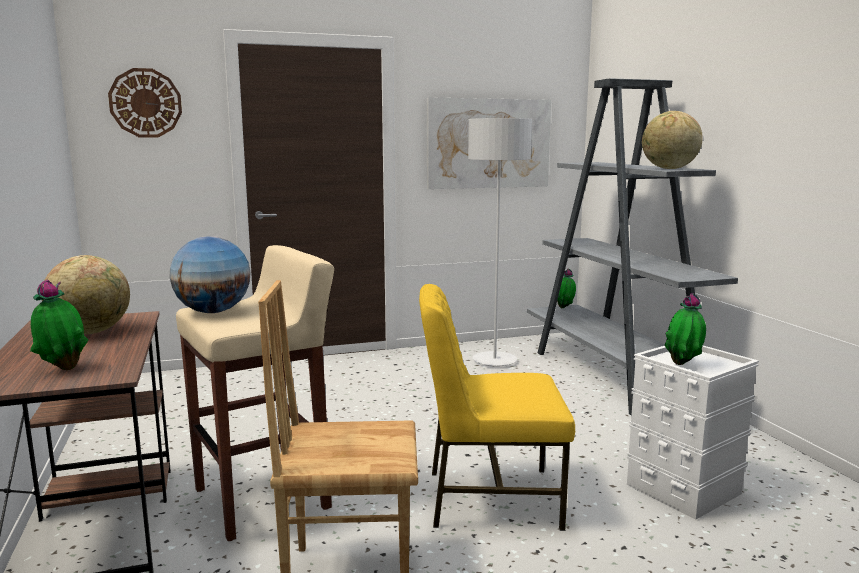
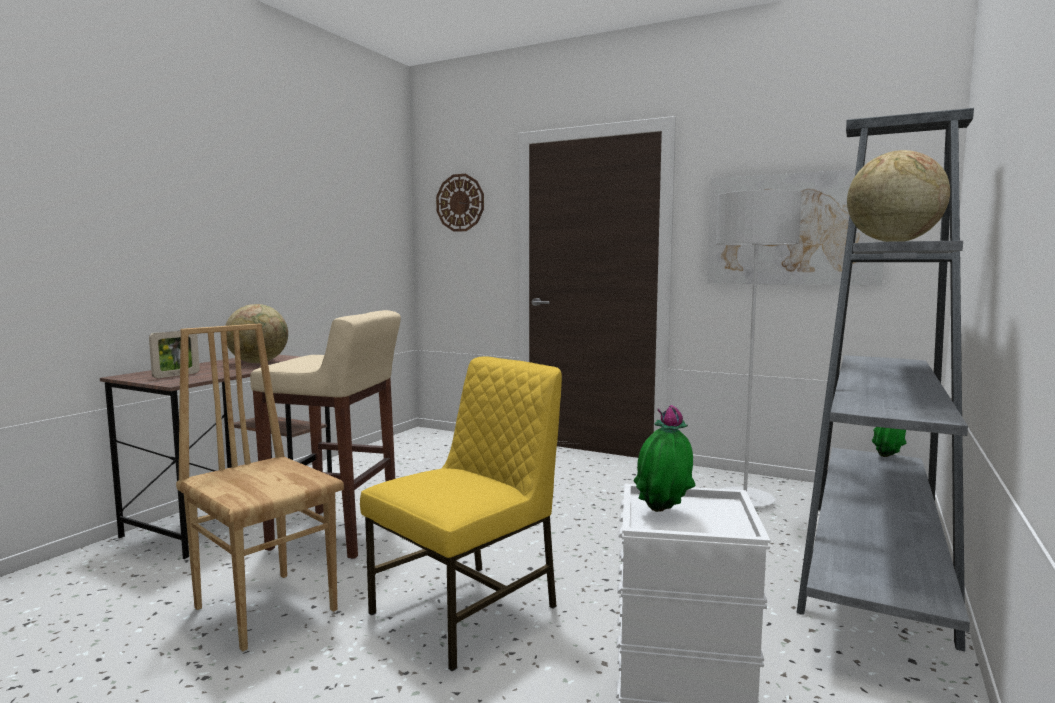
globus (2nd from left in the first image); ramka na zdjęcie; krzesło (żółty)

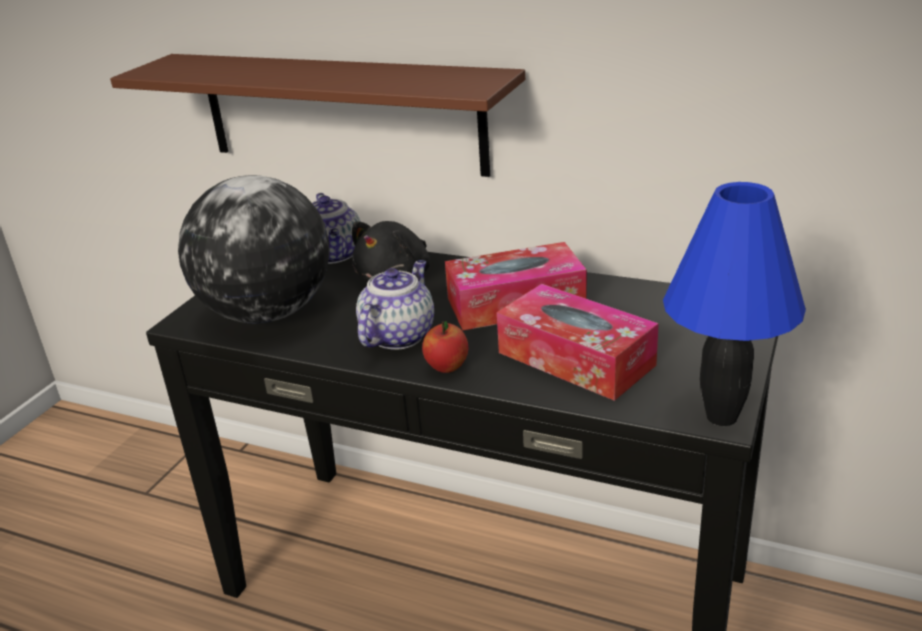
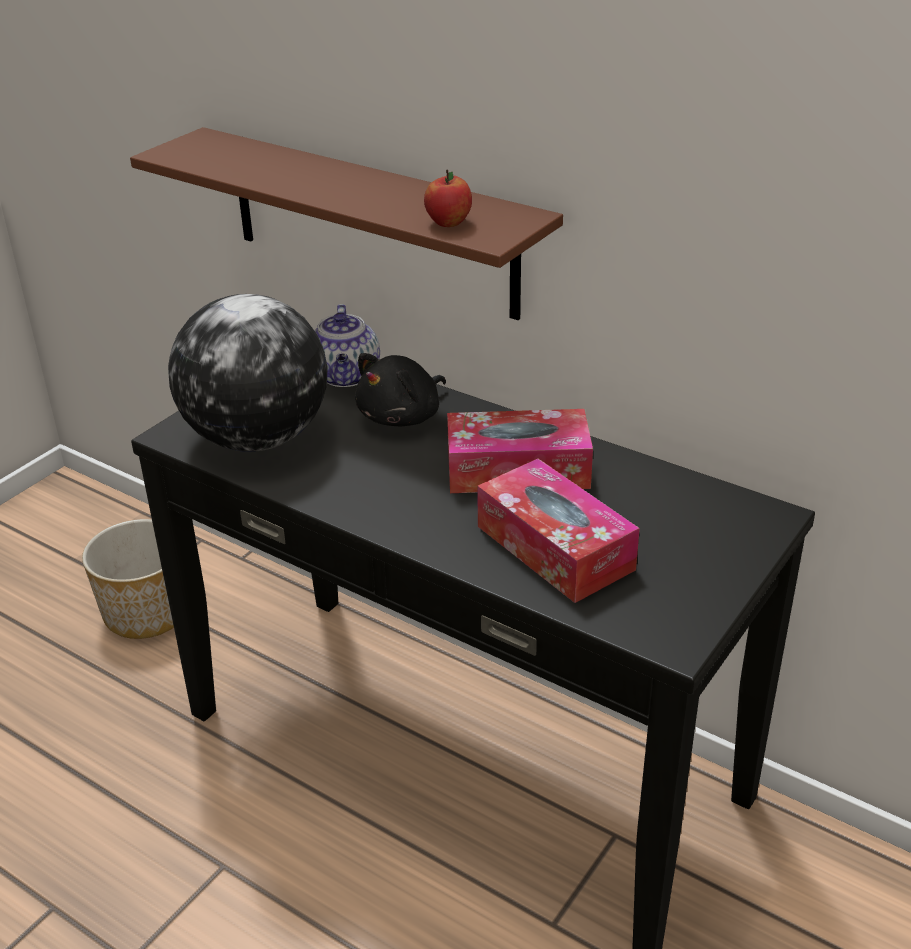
lampa stołowa (niebieski); imbryk (2nd from left in the first image); jabłko; donica

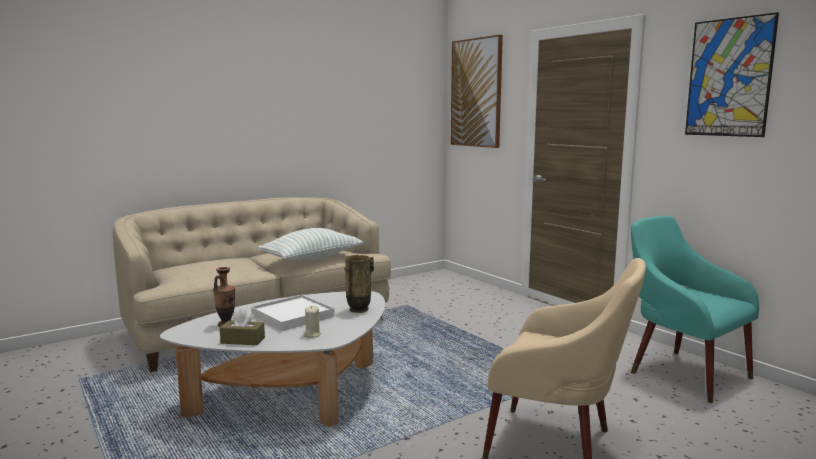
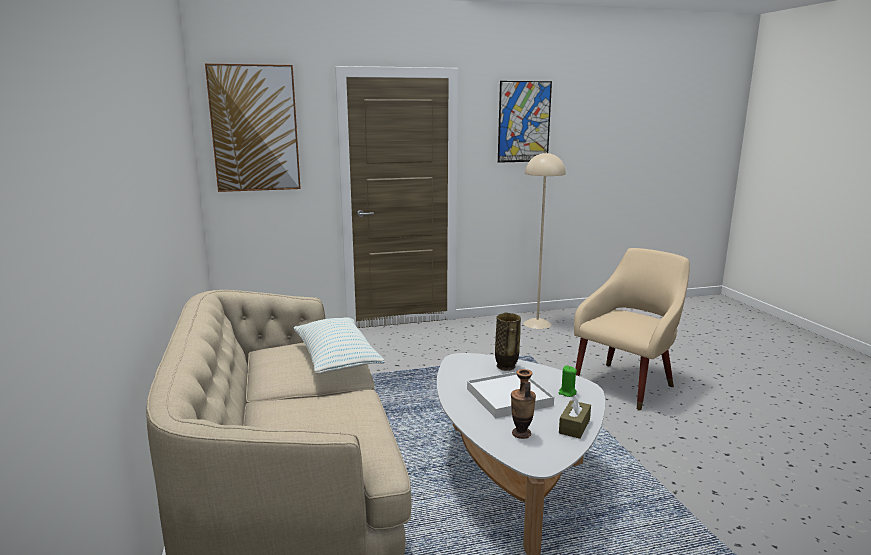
lampa stojąca (beżowy); świeca (zielony)

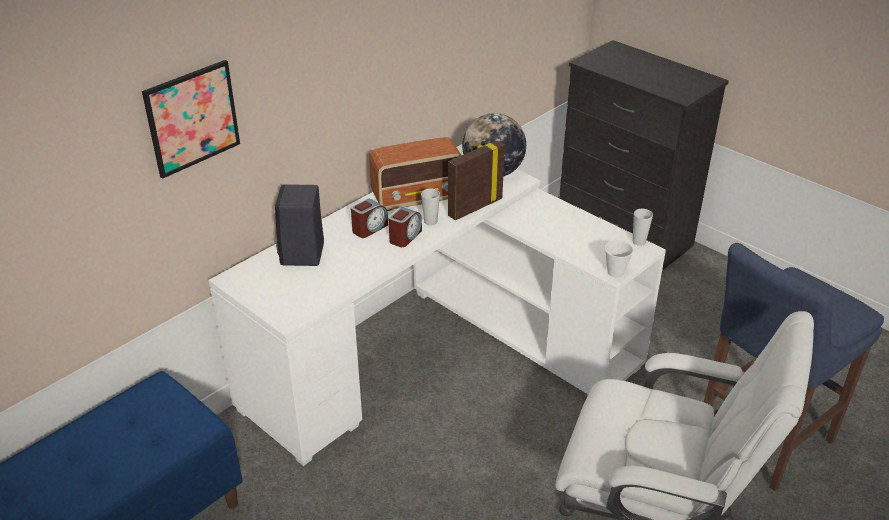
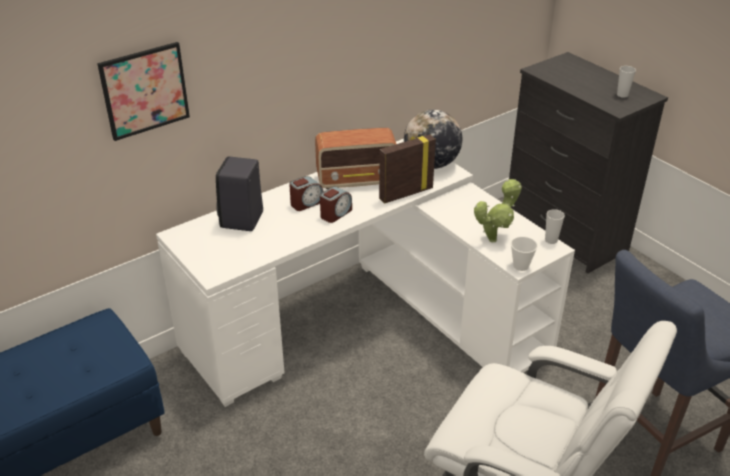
filiżanka (3rd from left); roślina doniczkowa

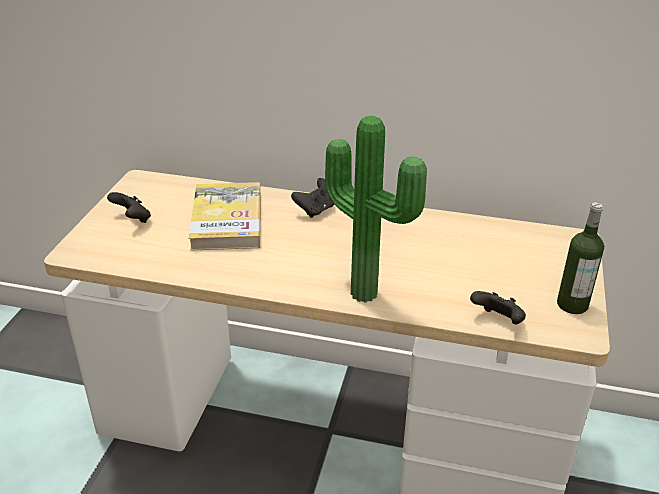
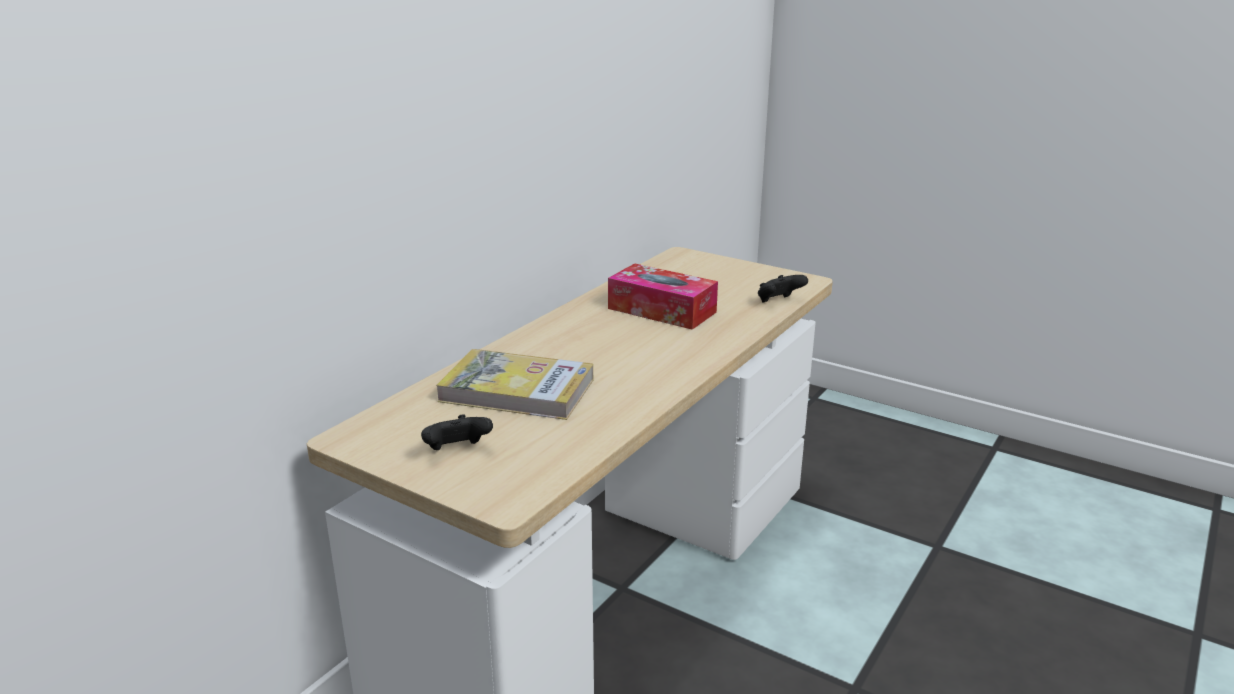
roślina doniczkowa; pad do gier (czarny) (2nd from left in the first image); butelka; pudełko chusteczek

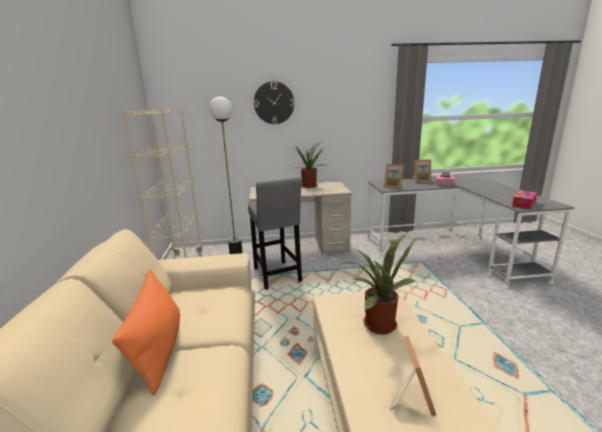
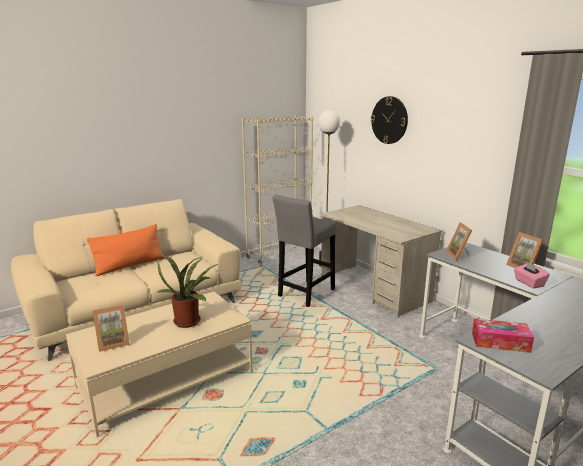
roślina doniczkowa (1st from left in the first image)

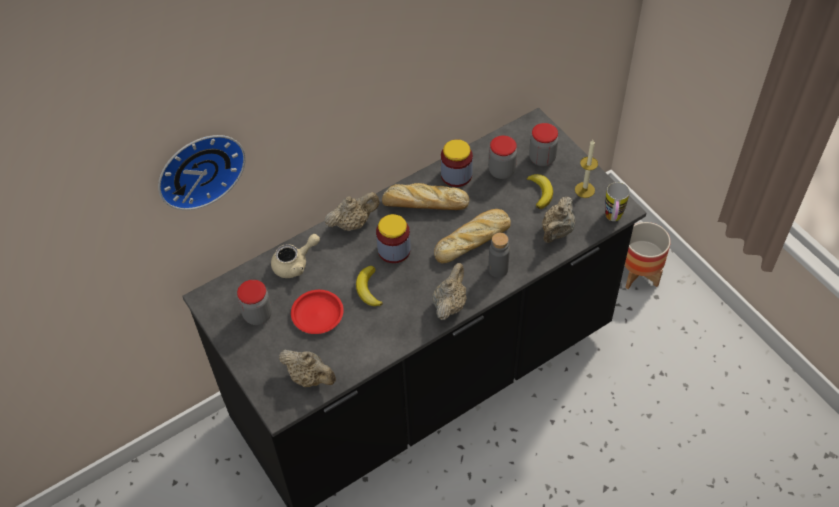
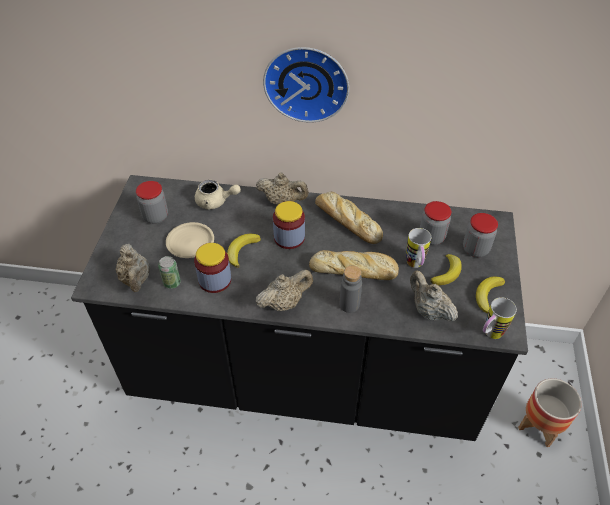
zegar ścienny; słoik (2nd from left); banan (3rd from left); imbryk (beżowy) (5th from left); talerz (beżowy); kubek (1st from left); puszka

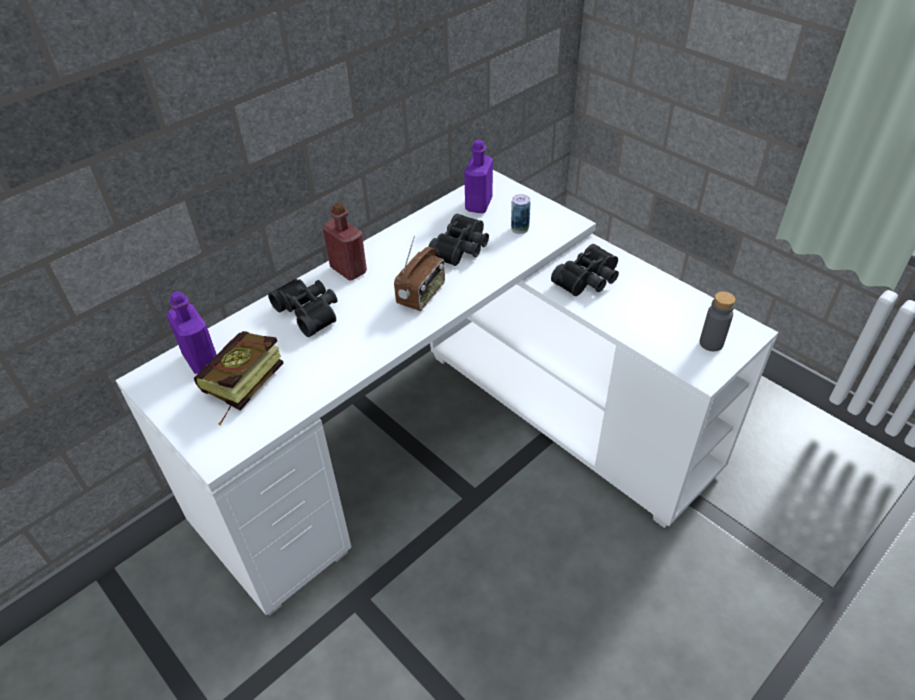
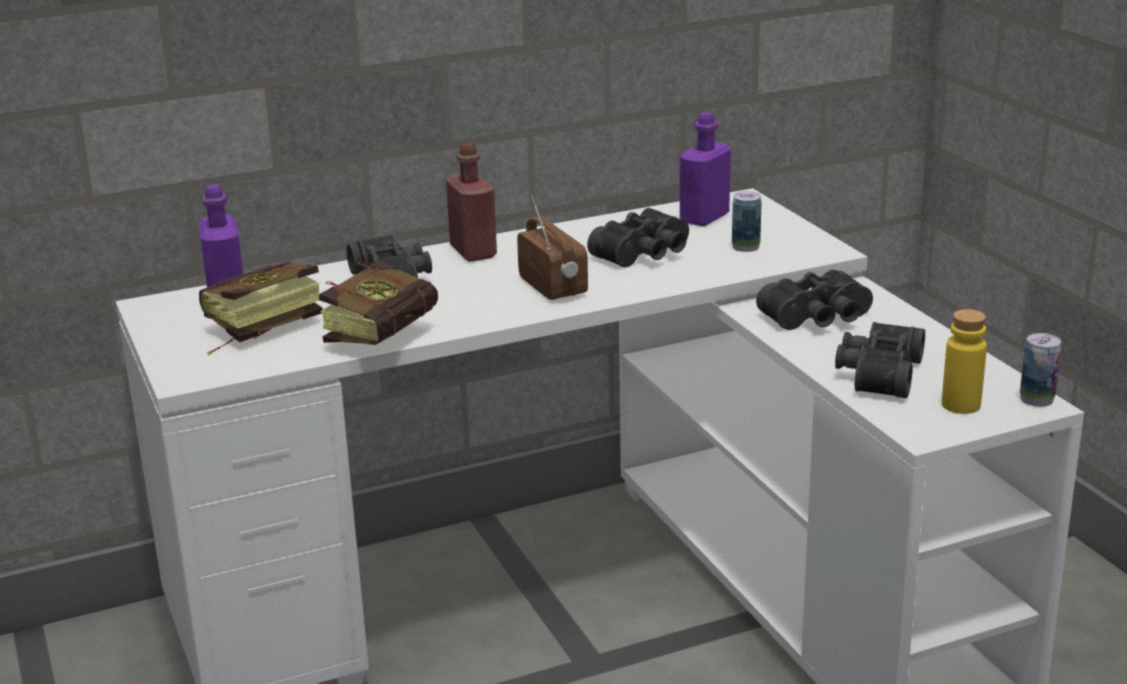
radio; butelka (żółty); książka (2nd from left); lornetka (czarny) (4th from left); puszka (2nd from left)

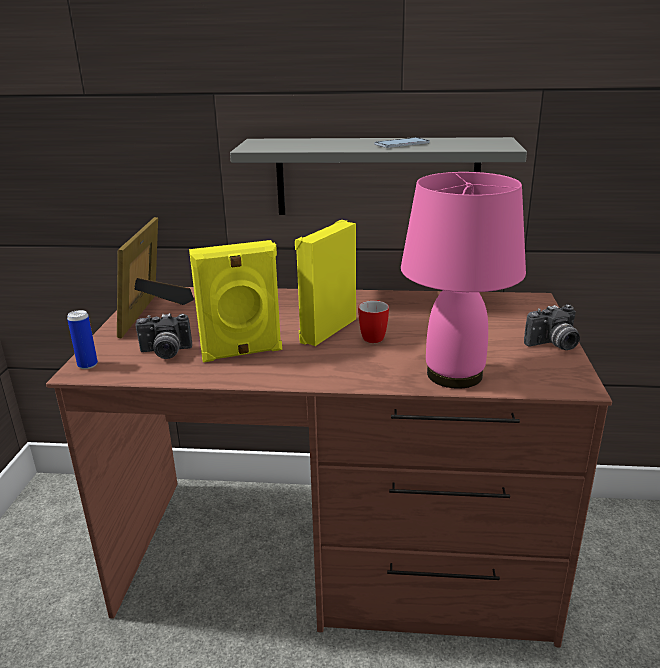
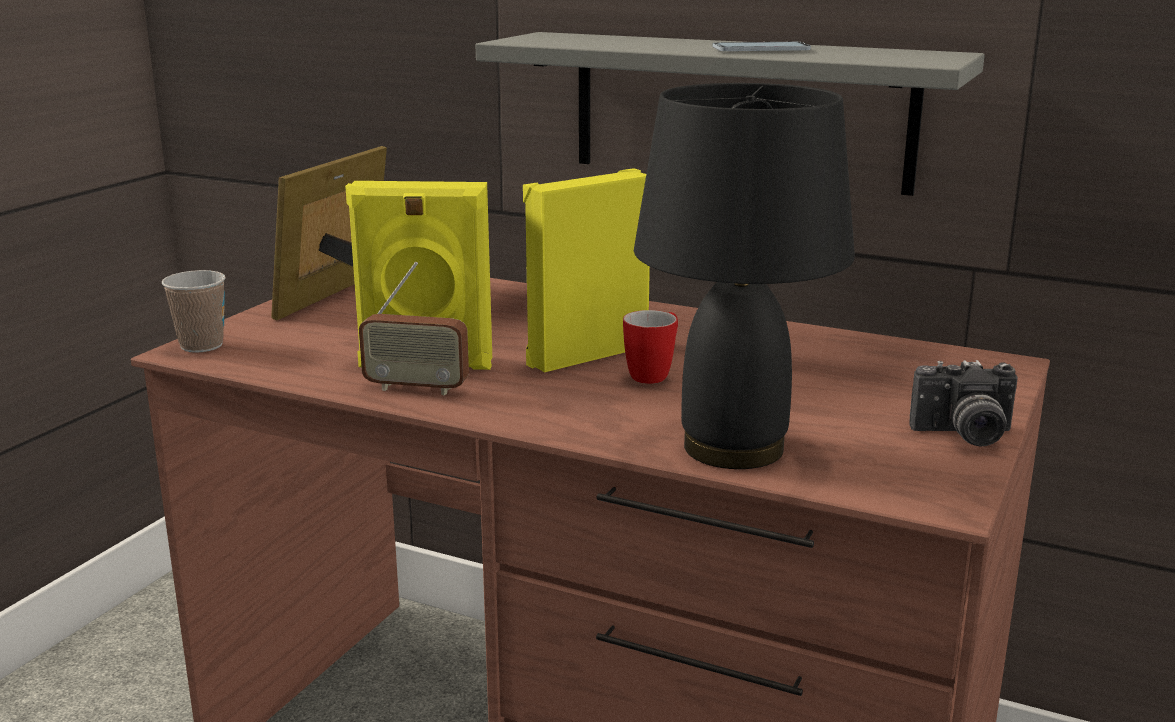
lampa stołowa (czarny); filiżanka; aparat fotograficzny (1st from left in the first image); radio

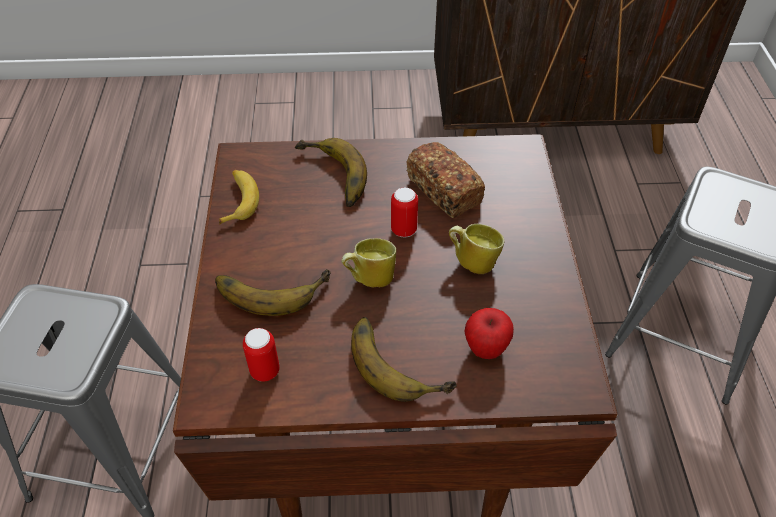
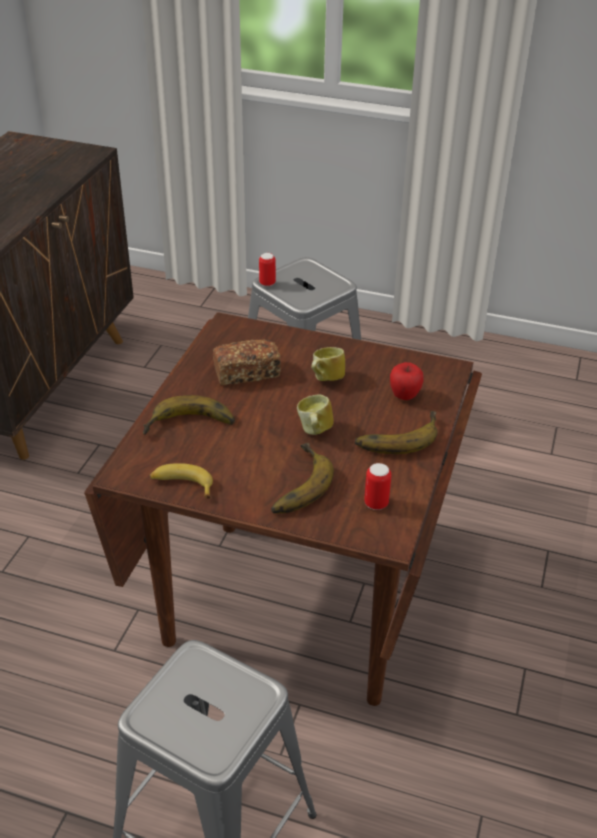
puszka (1st from left)

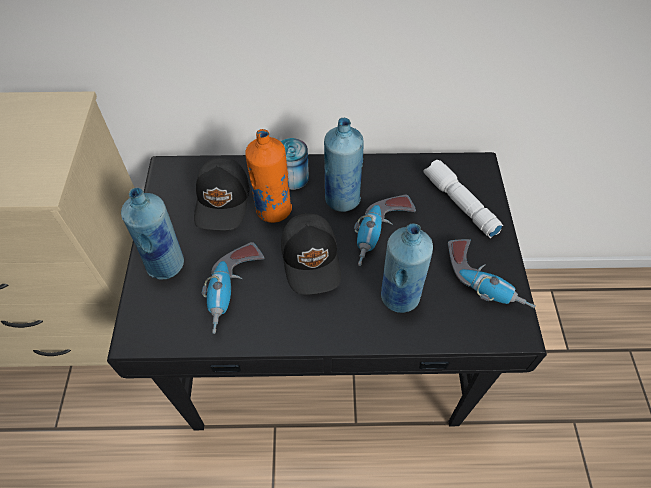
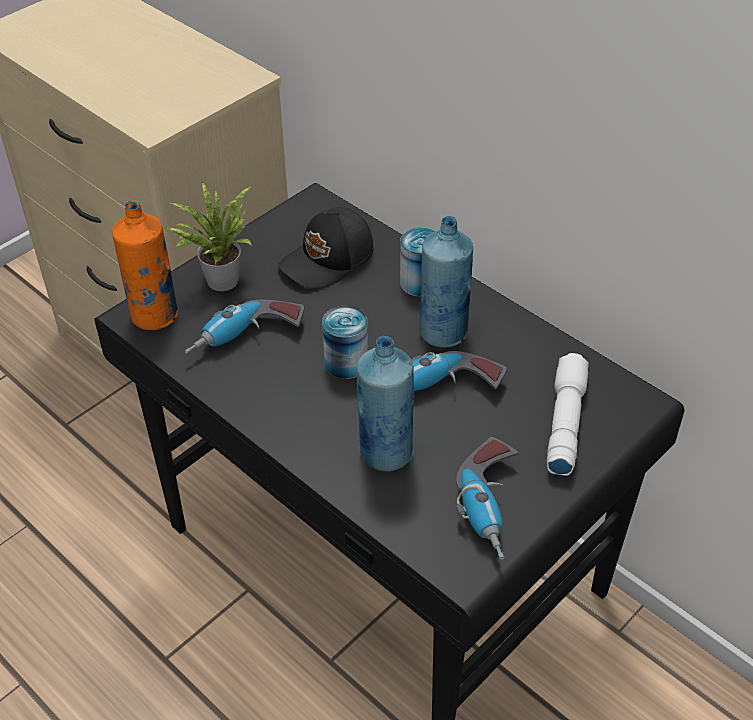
butelka (pomarańczowy); roślina doniczkowa; puszka (1st from left)

